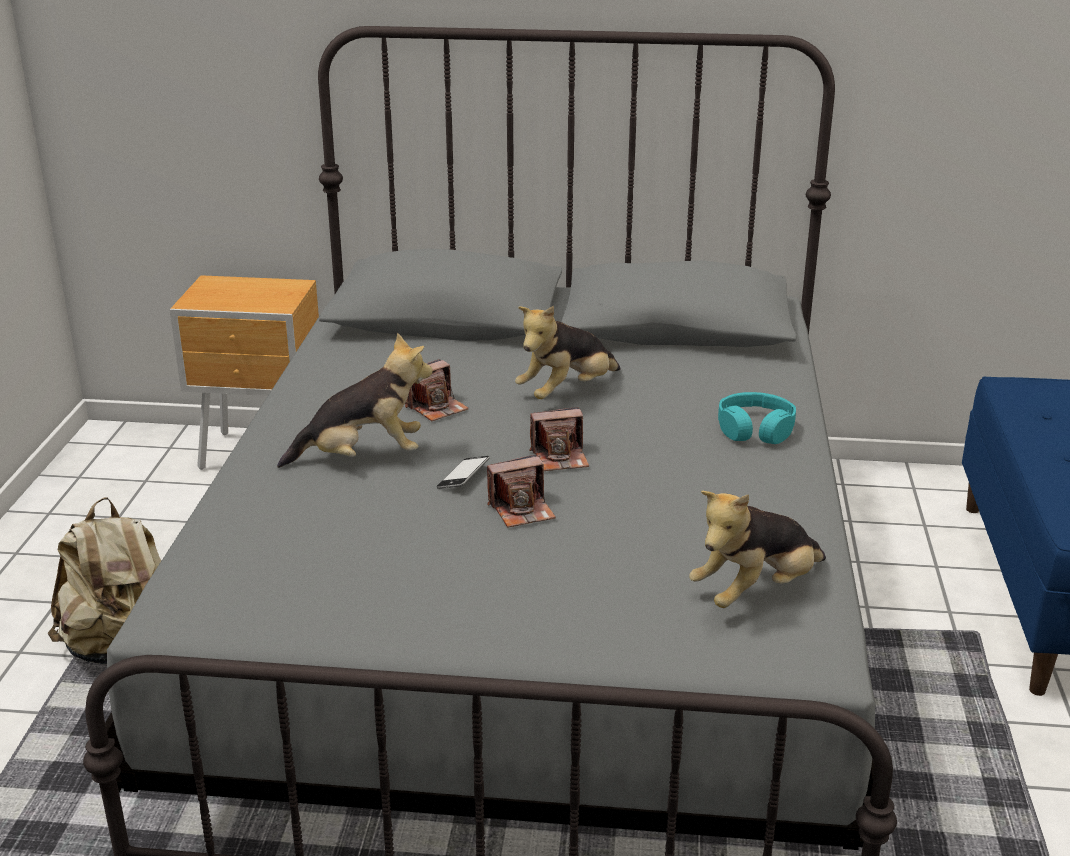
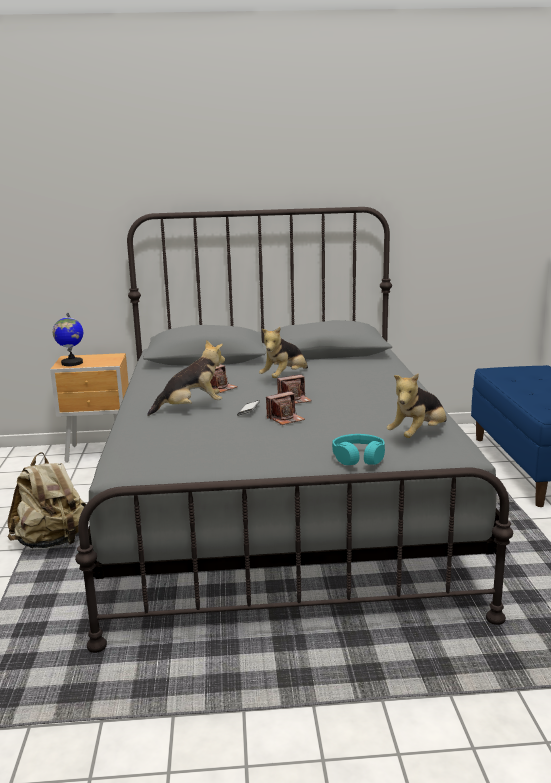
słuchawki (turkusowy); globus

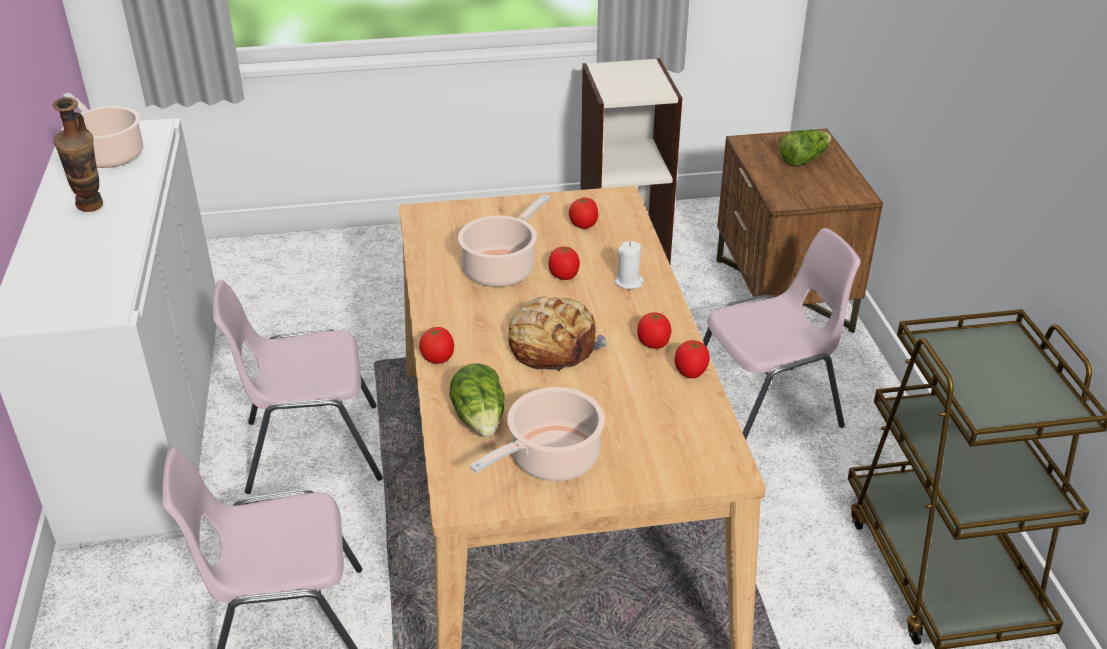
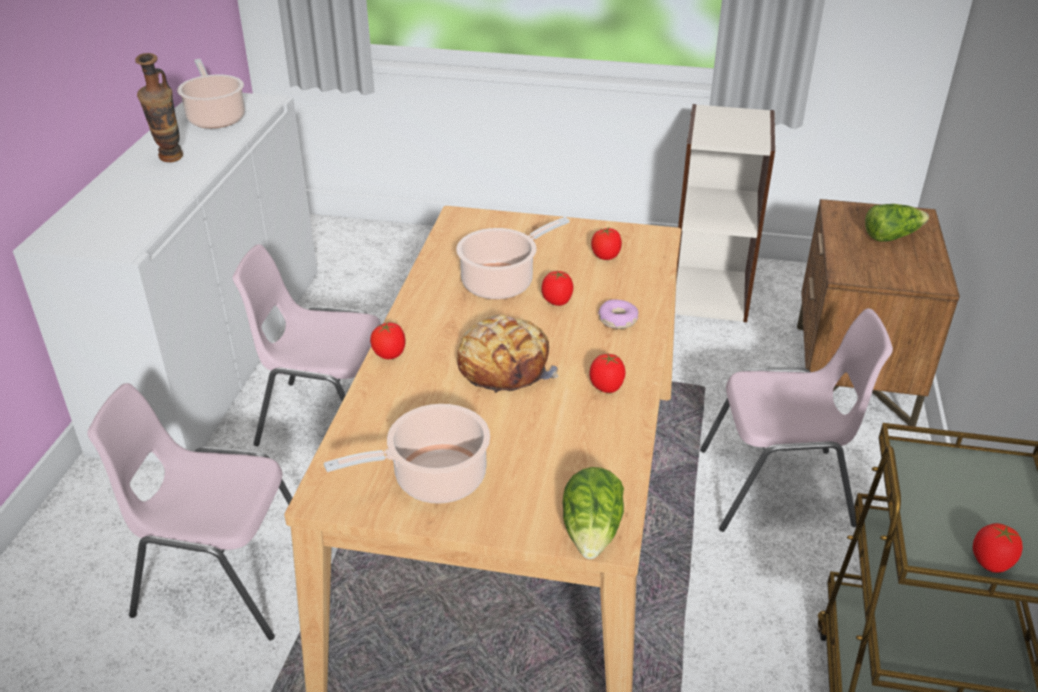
donut; pomidor (5th from left); sałata (1st from left)

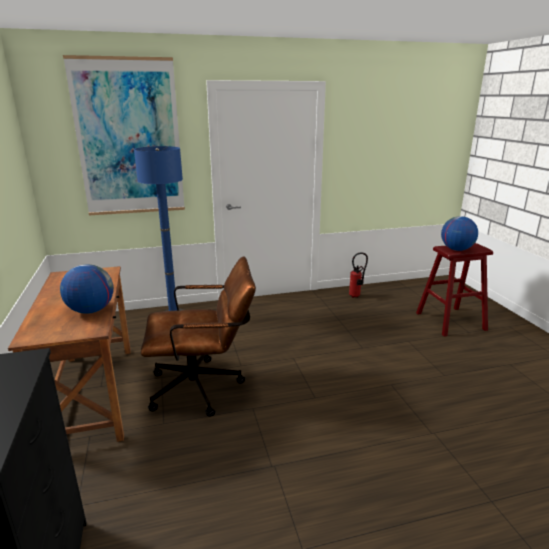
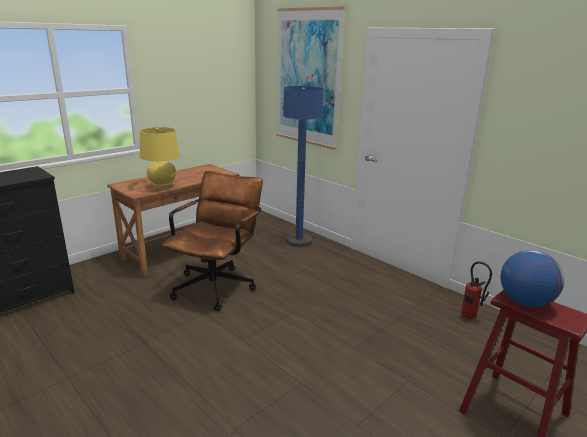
krzesło biurowe (brązowy); lampa stołowa (żółty)

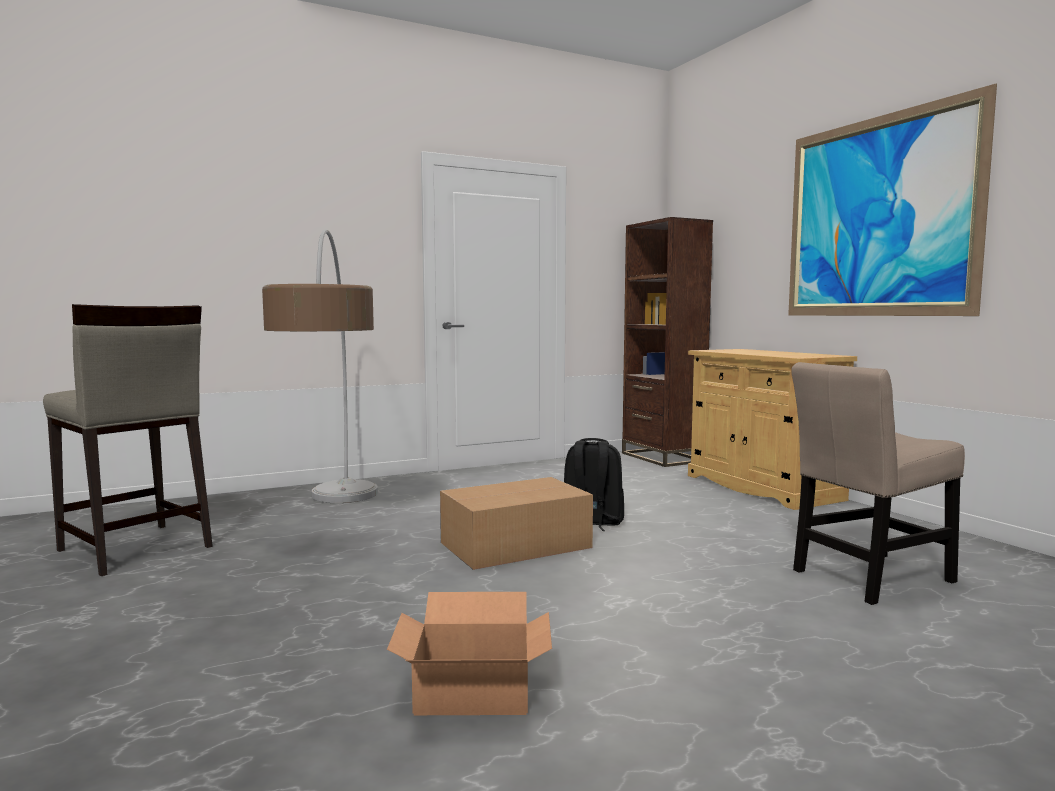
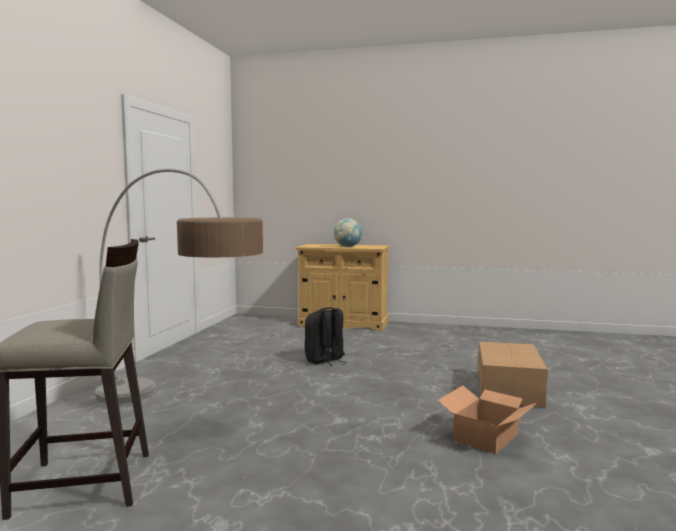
obraz; regał (brązowy); krzesło (beżowy); karton (2nd from left); globus

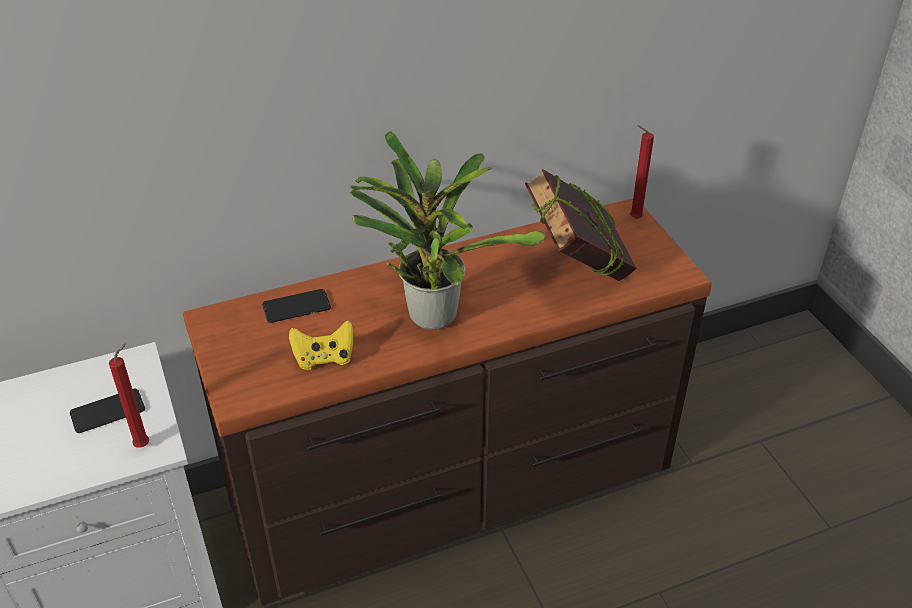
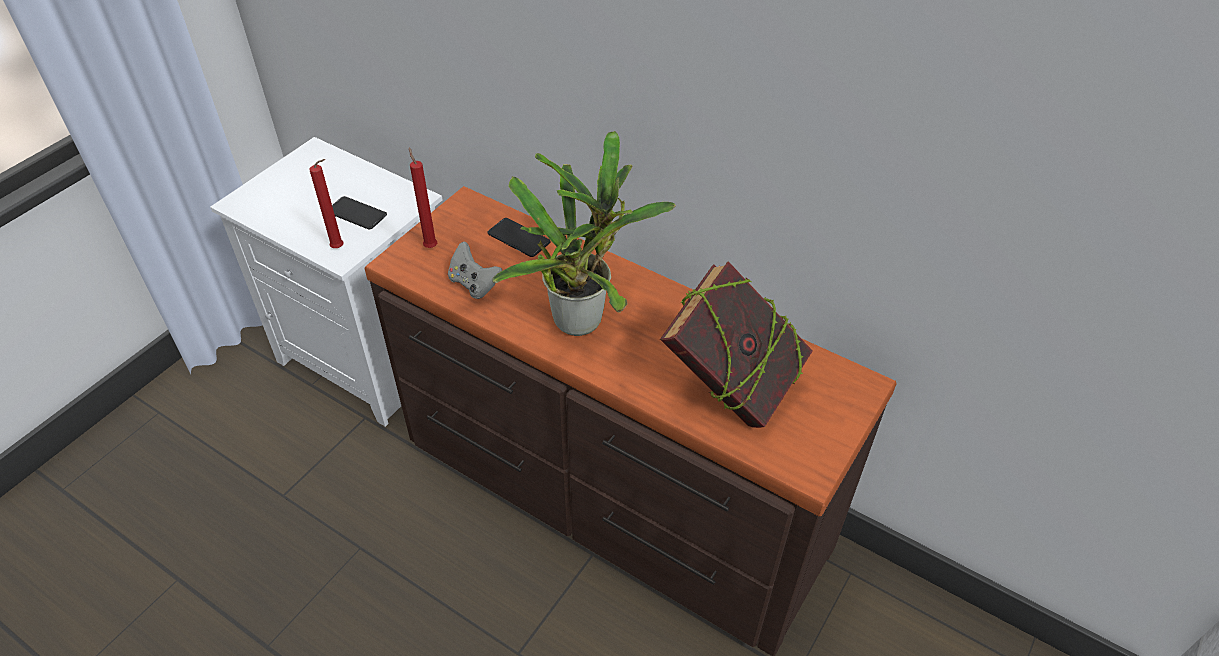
świeca (czerwony) (2nd from left); pad do gier (szary)

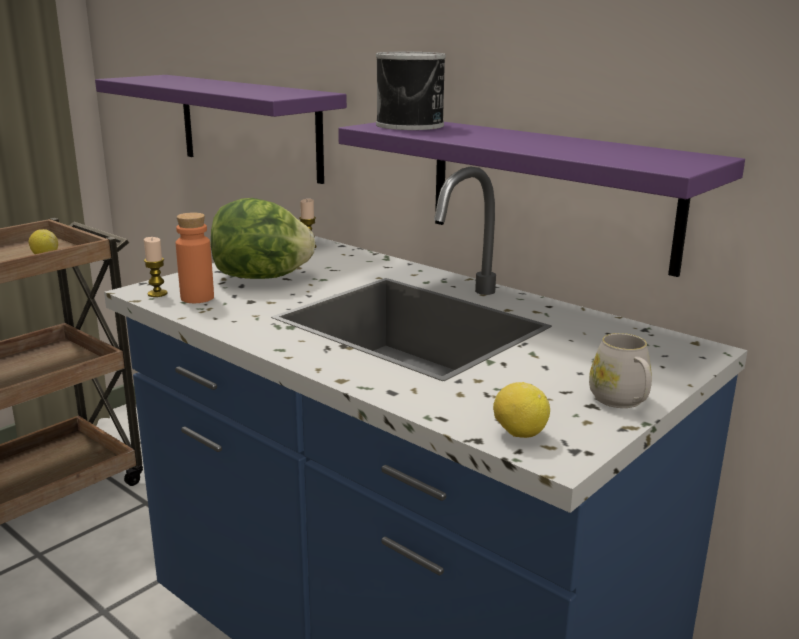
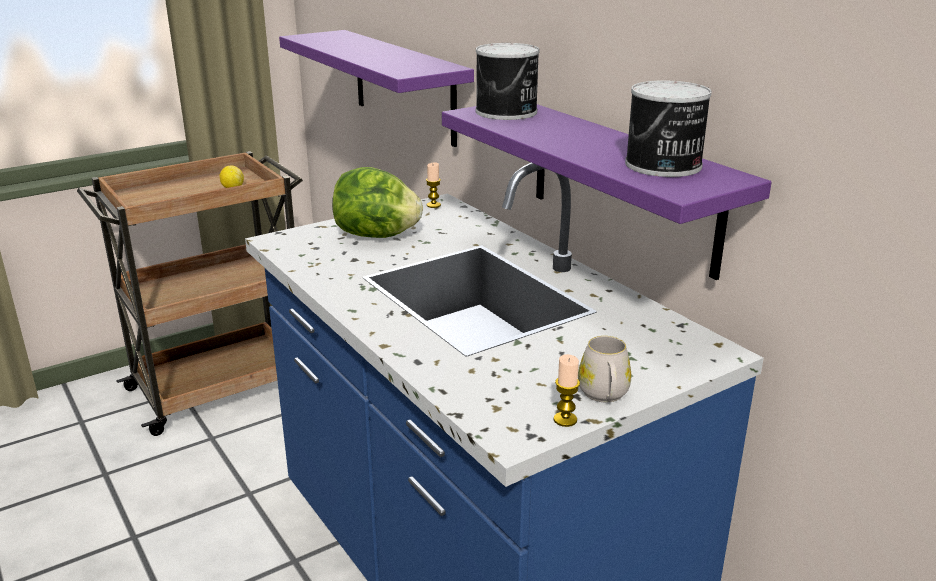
butelka (pomarańczowy); świeca (2nd from left); cytryna (2nd from left in the first image); puszka (2nd from left)

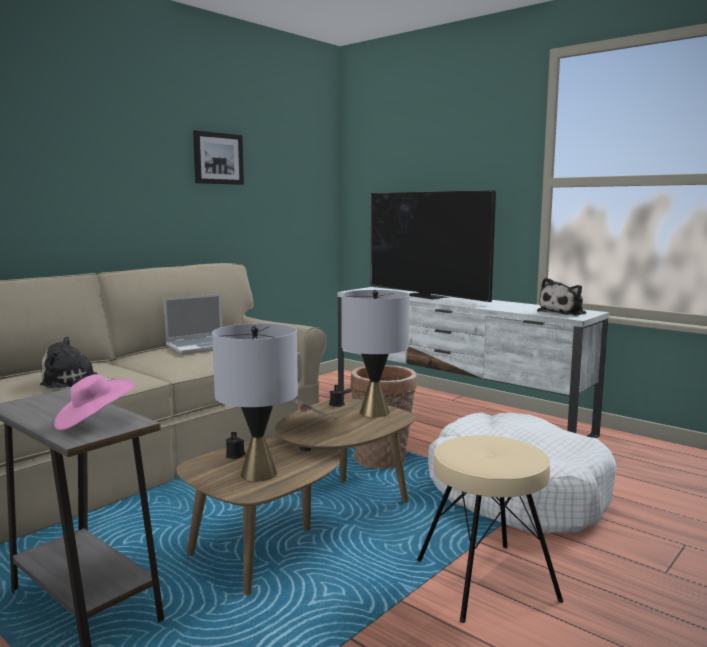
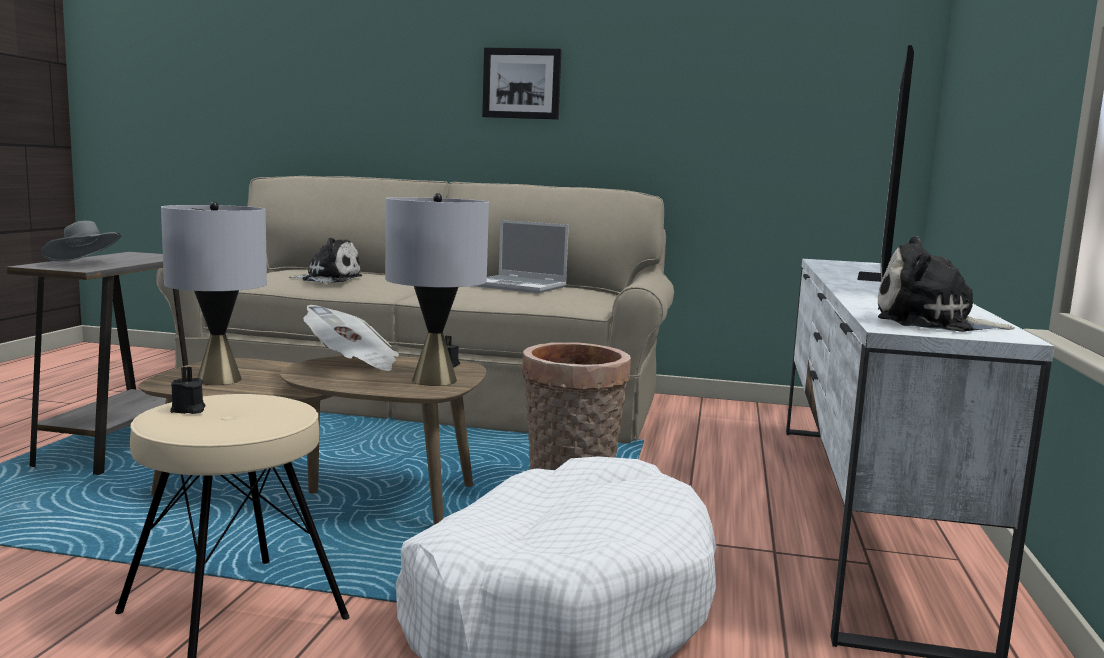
obraz; pluszak (1st from left); kapelusz (szary); świeca (czarny) (1st from left)

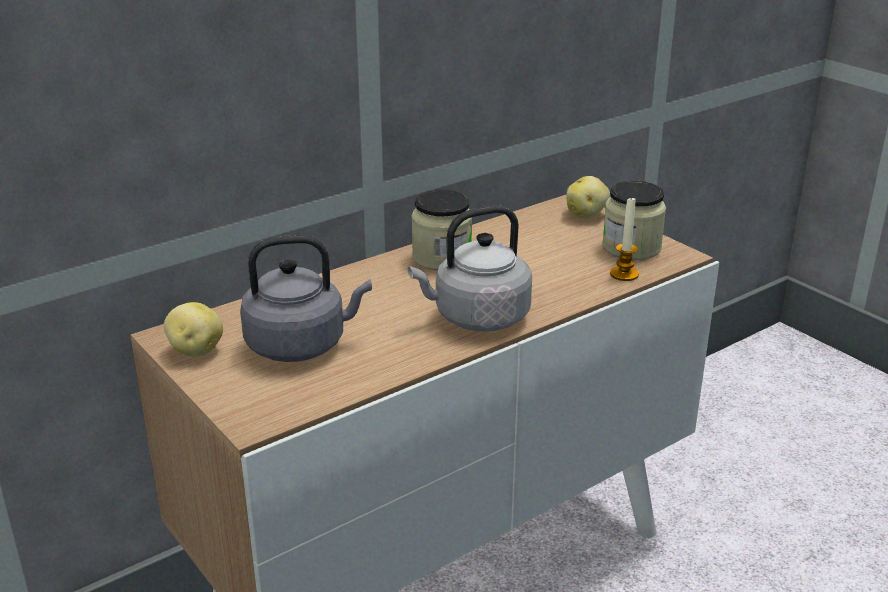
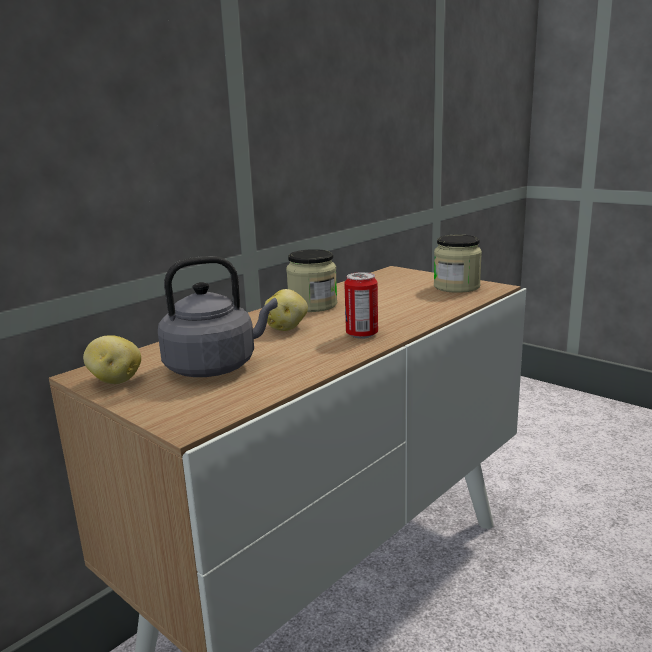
ziemniak (2nd from left); świeca; puszka

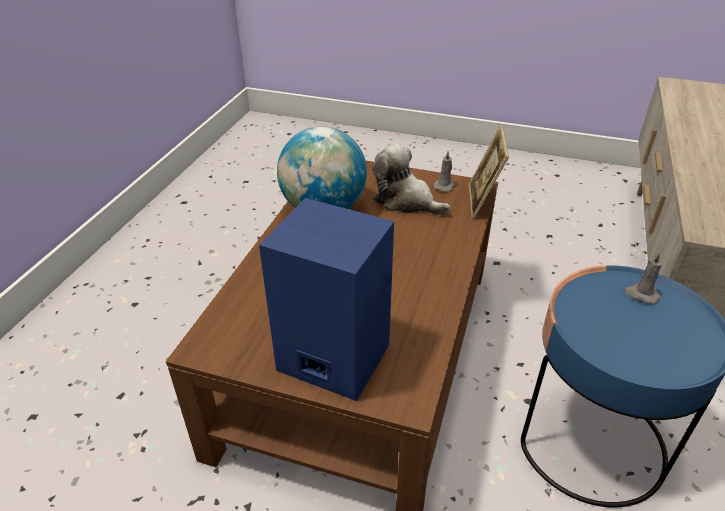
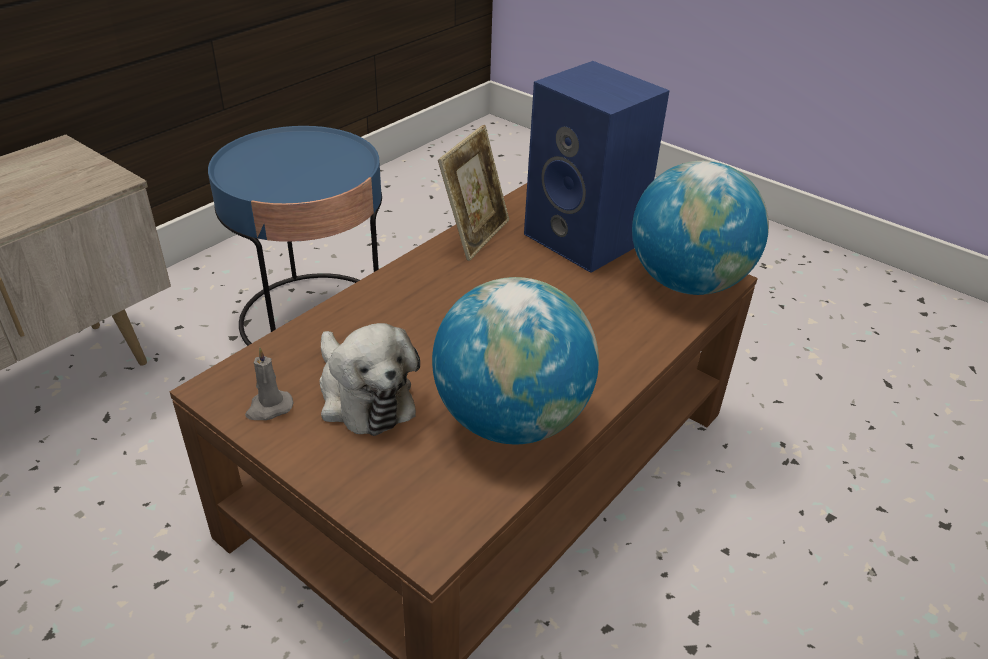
ramka na zdjęcie; świeca (szary) (2nd from left in the first image); globus (2nd from left)

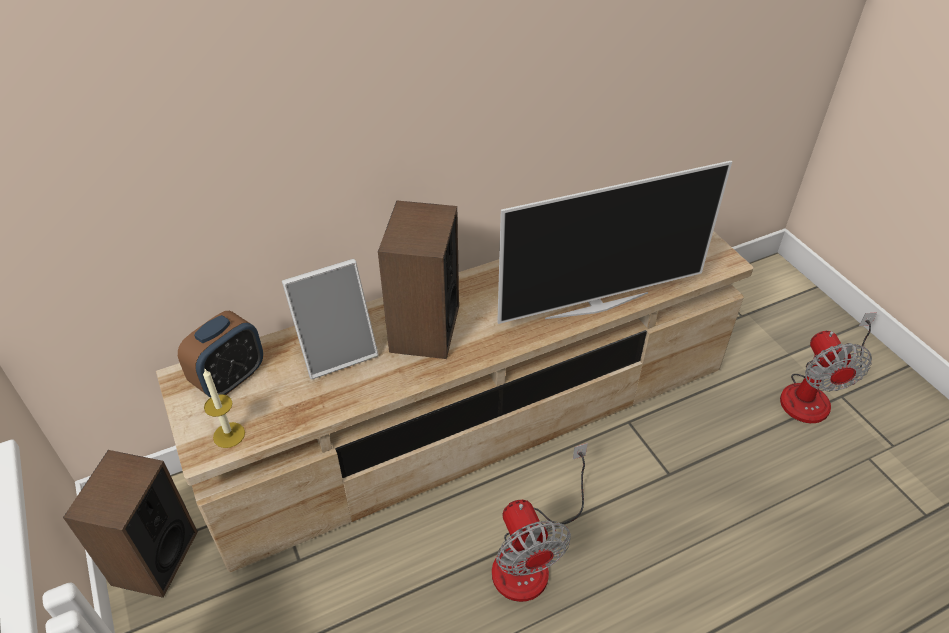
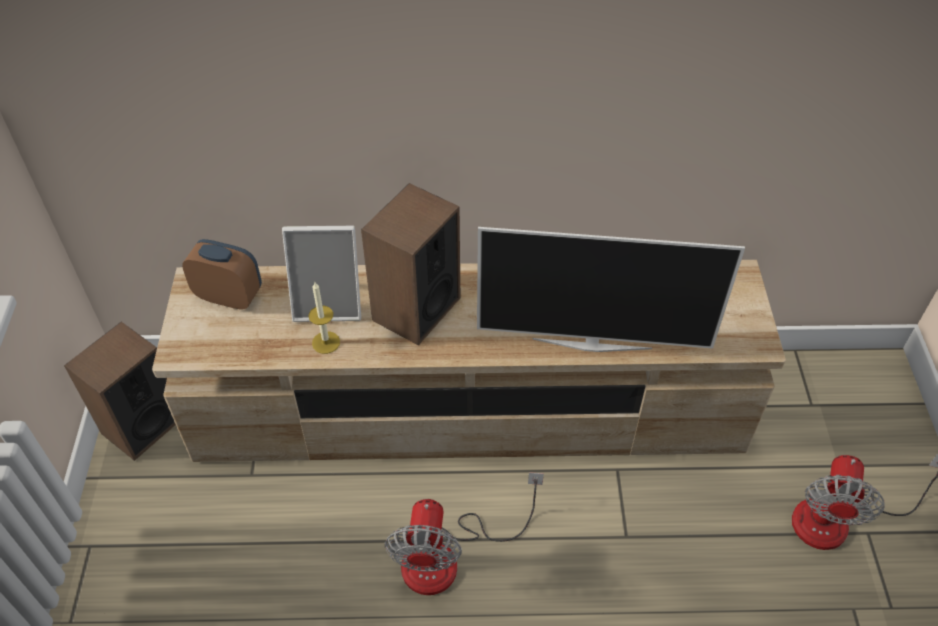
budzik; świeca

